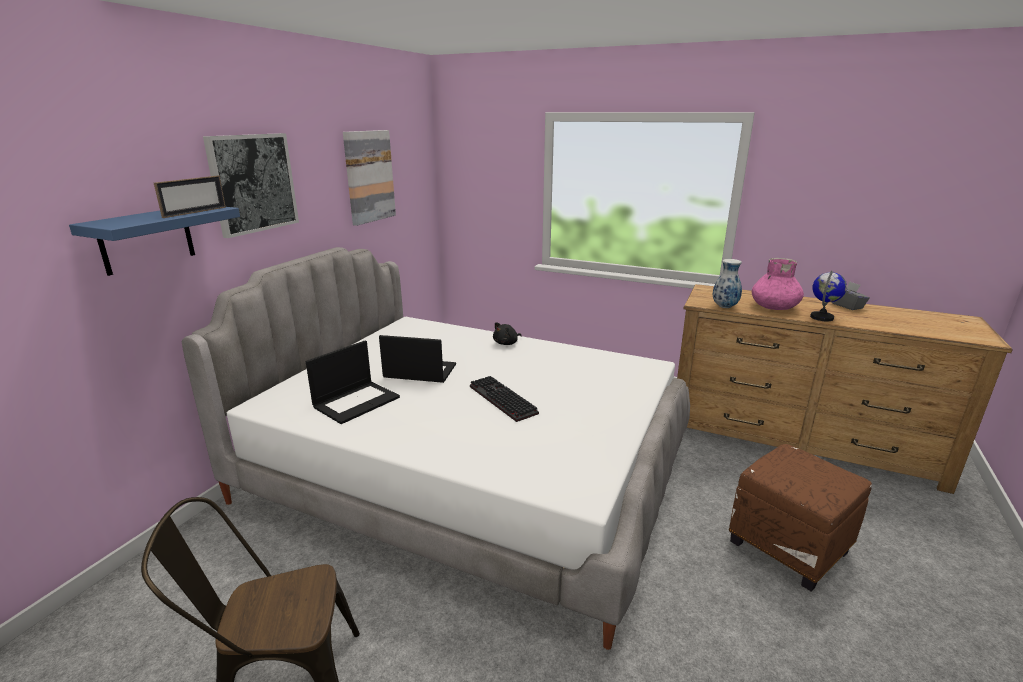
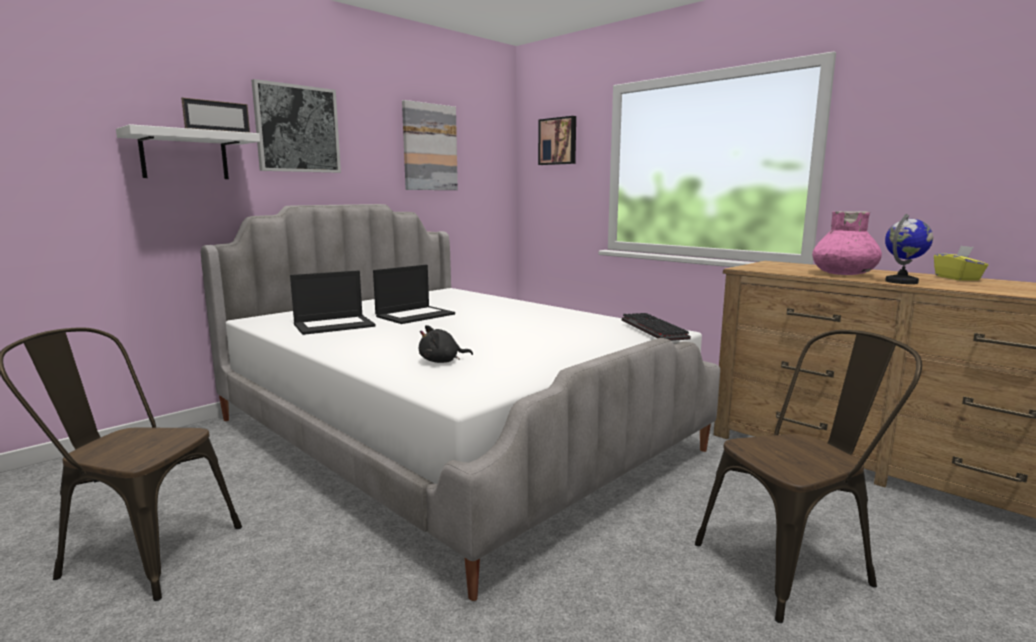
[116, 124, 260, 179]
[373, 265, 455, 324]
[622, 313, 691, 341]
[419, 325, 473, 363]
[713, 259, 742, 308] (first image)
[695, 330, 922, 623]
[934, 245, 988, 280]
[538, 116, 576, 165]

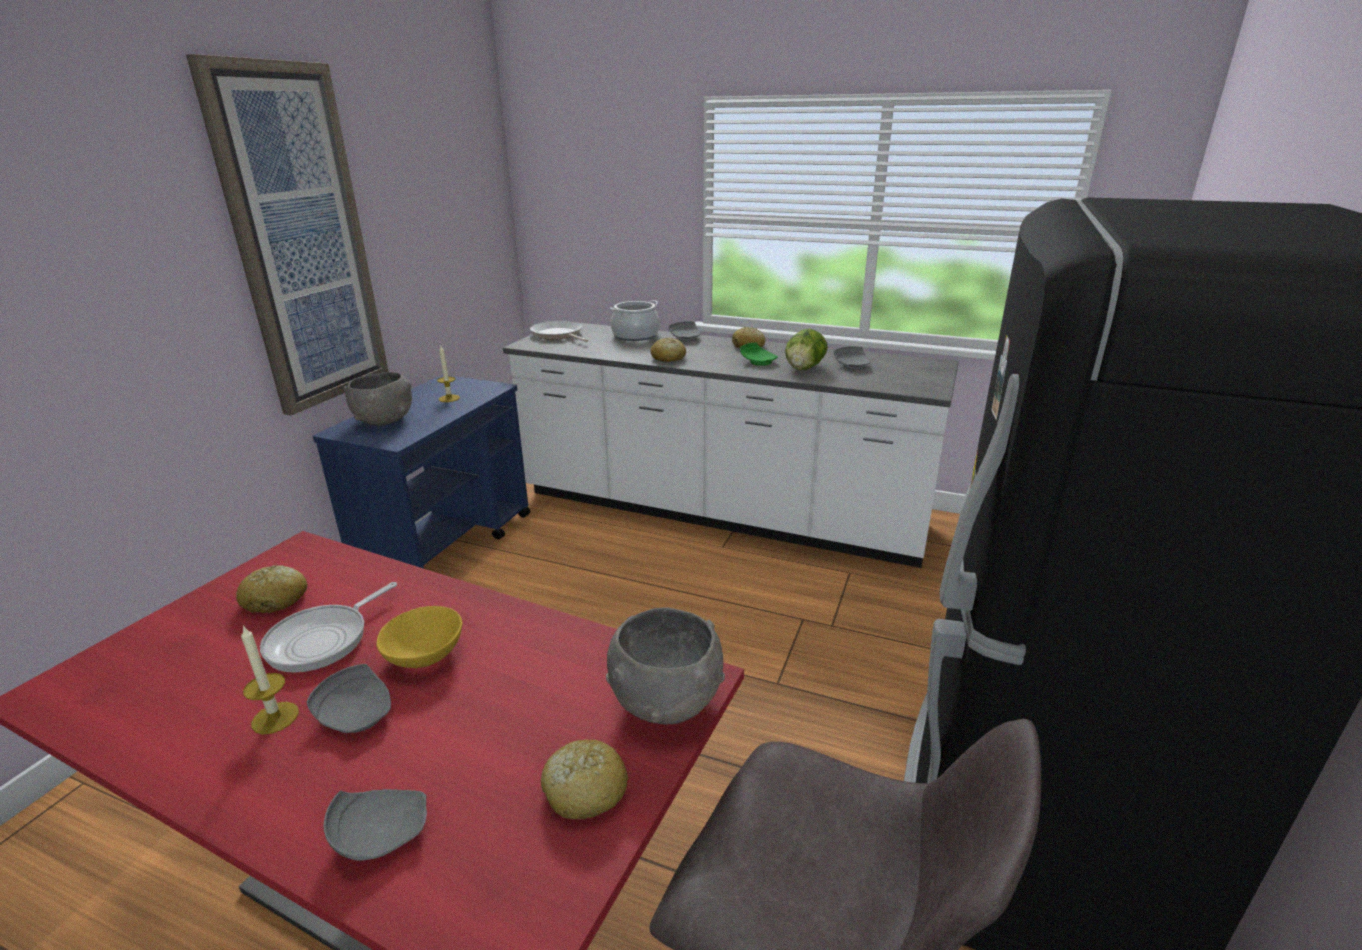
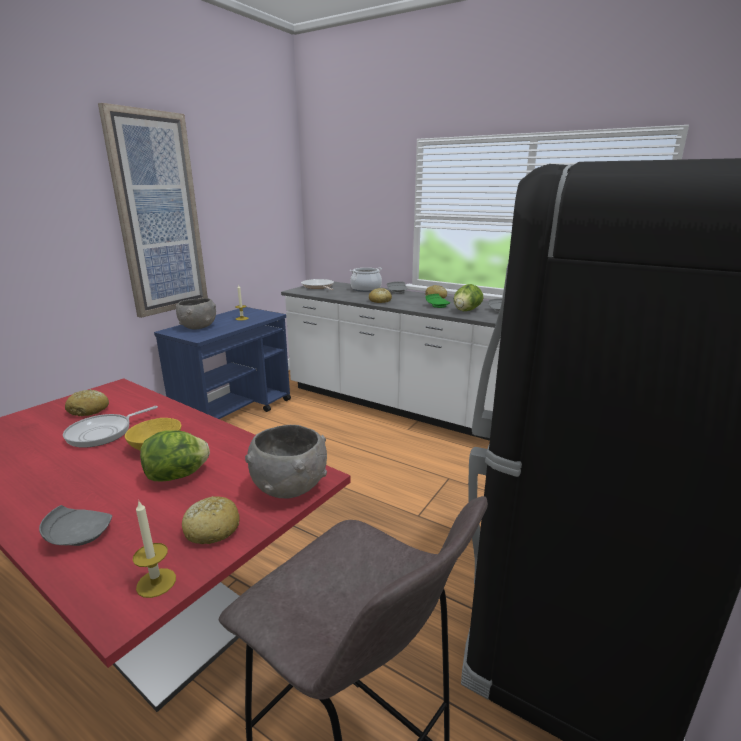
[133, 501, 176, 598]
[306, 664, 391, 733] (first image)
[140, 431, 210, 481]

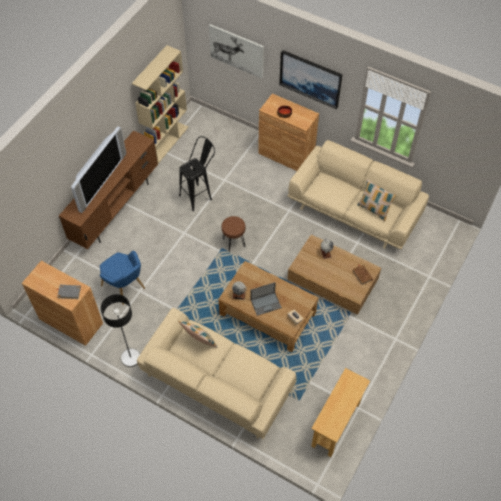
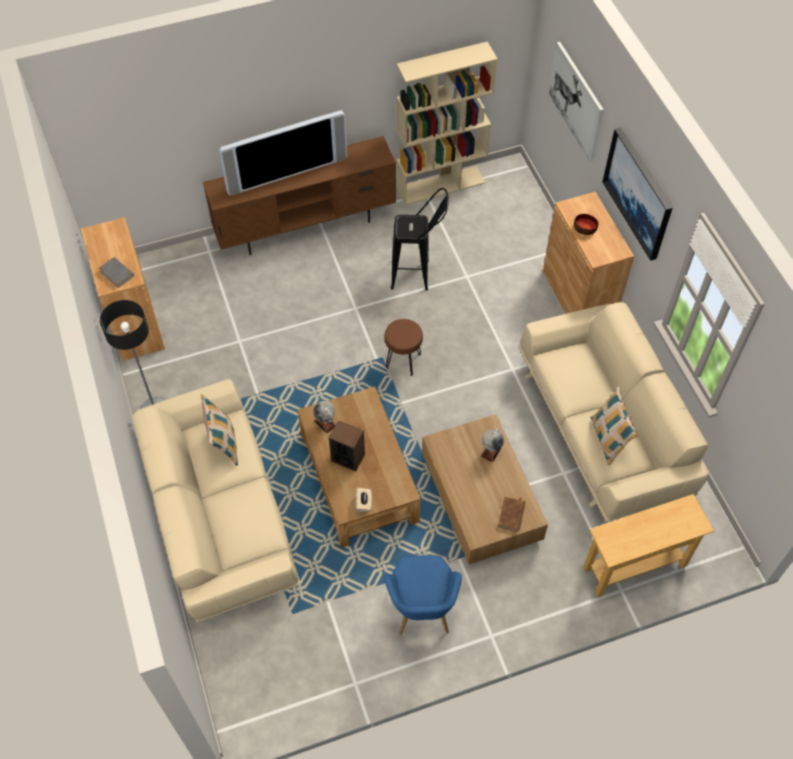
[385, 555, 462, 635]
[329, 420, 365, 472]
[583, 494, 714, 597]

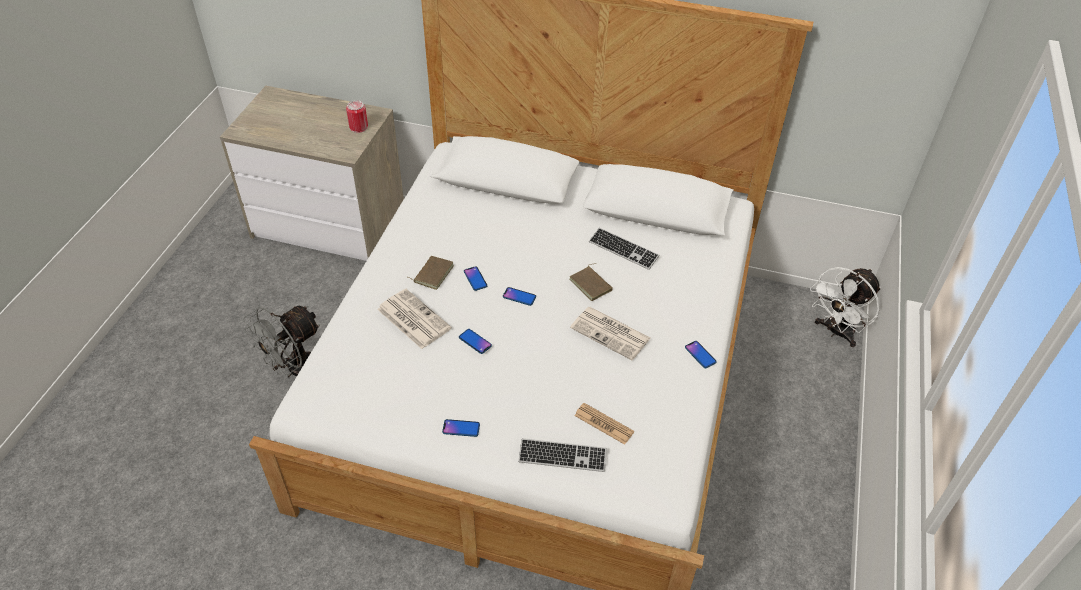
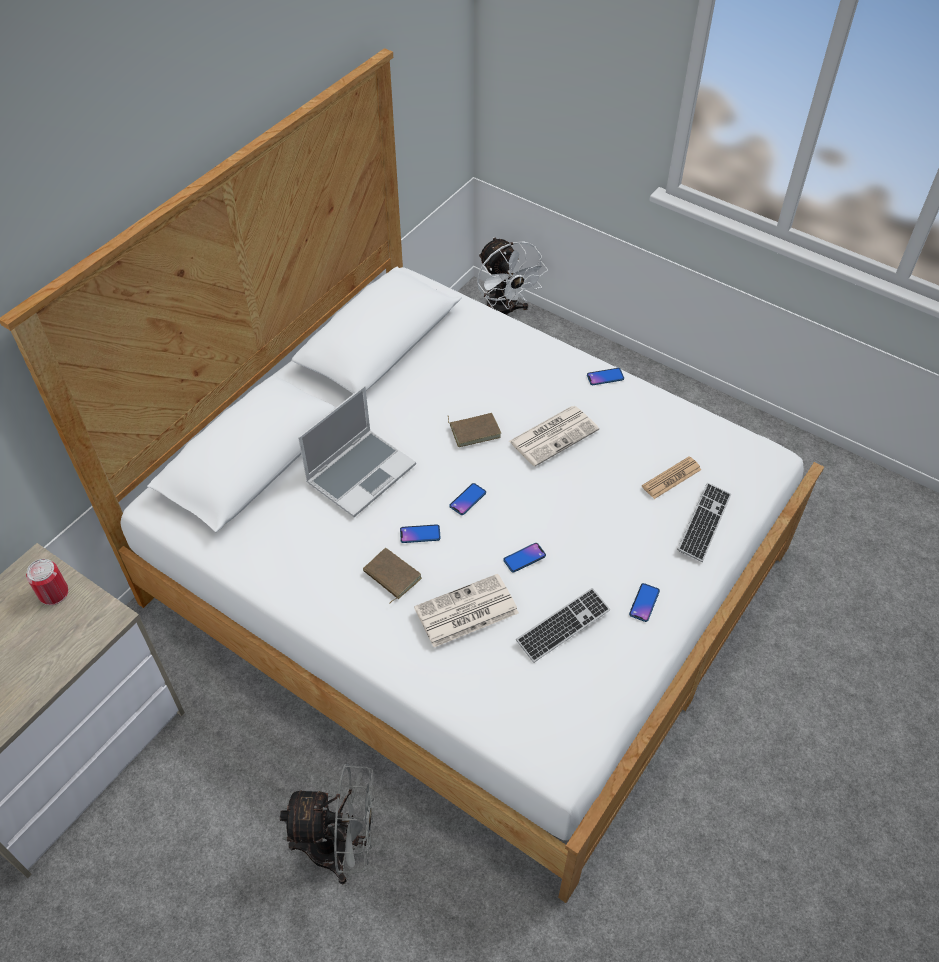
[280, 764, 375, 885]
[516, 588, 610, 663]
[298, 386, 416, 517]

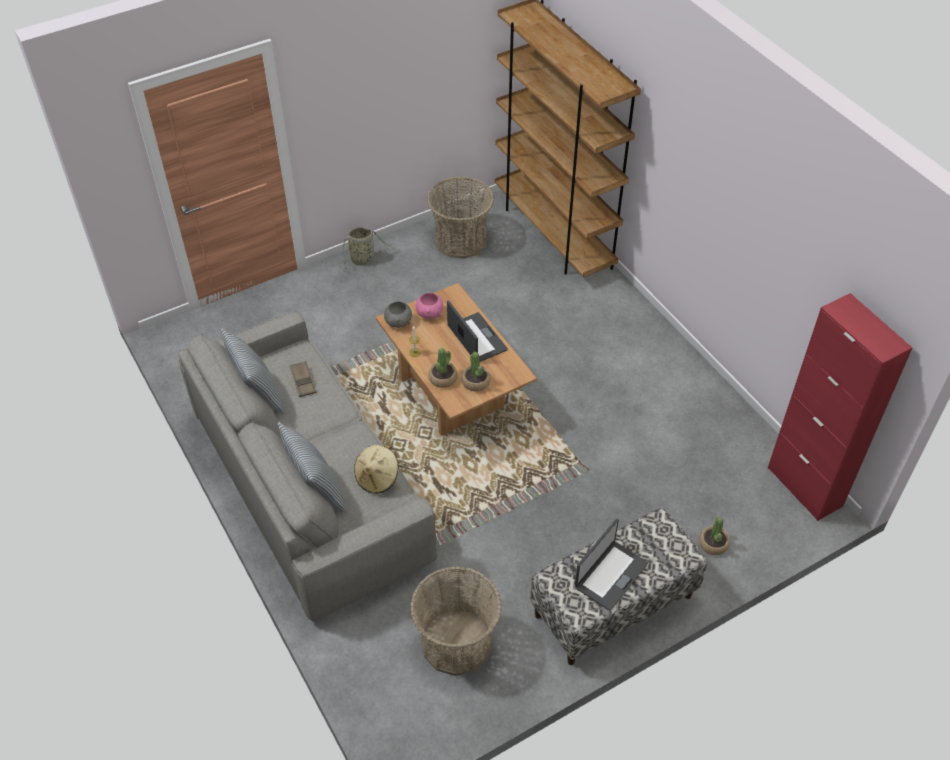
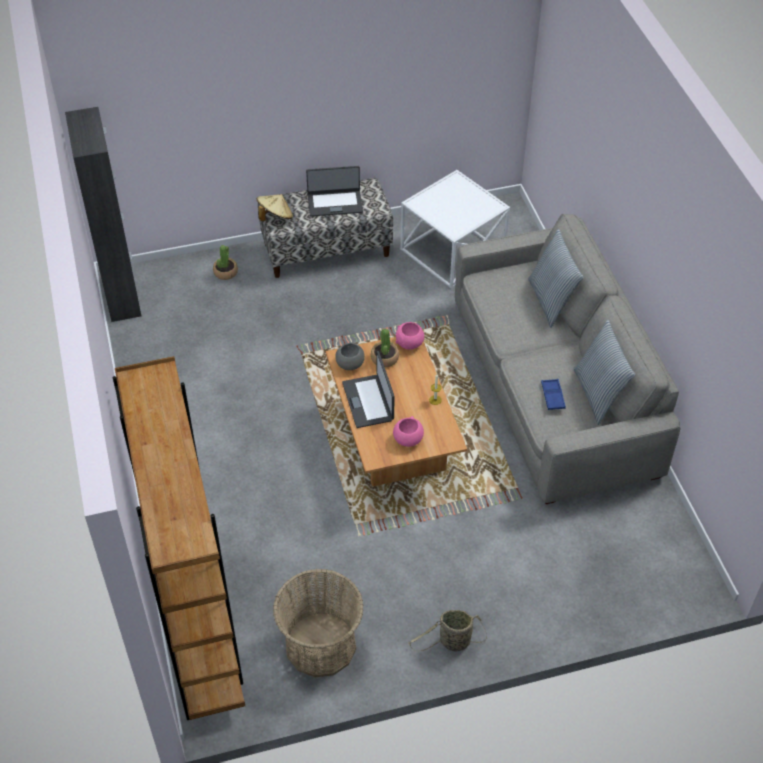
[541, 379, 566, 410]
[257, 194, 293, 221]
[335, 341, 365, 370]
[400, 170, 510, 289]
[428, 348, 457, 388] (first image)
[306, 166, 363, 217]
[65, 107, 141, 322]
[396, 322, 424, 350]

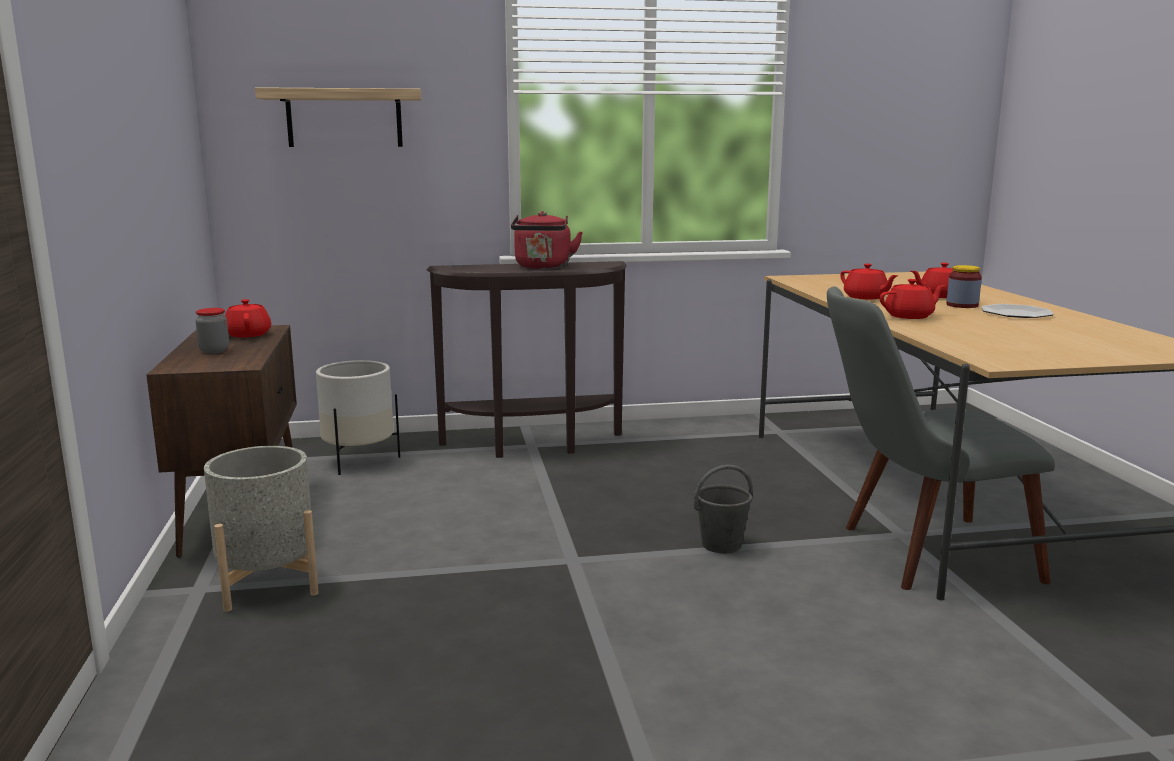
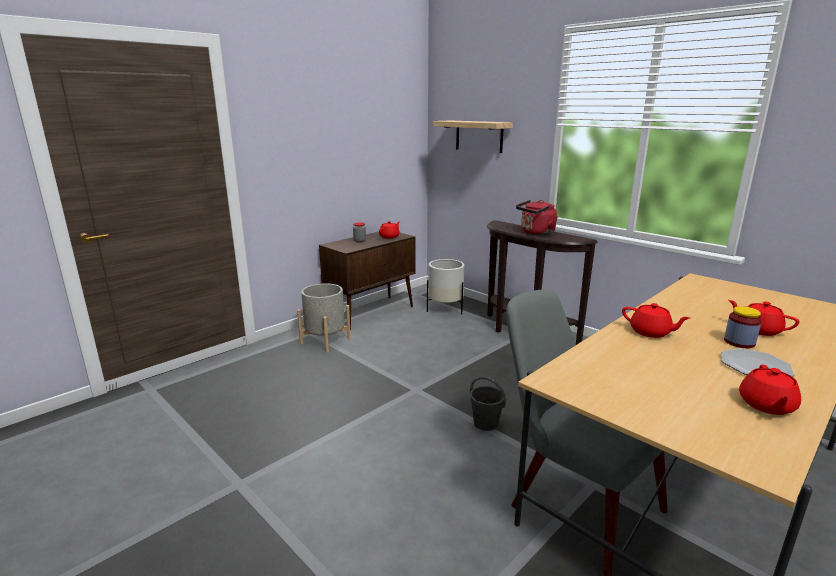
[739, 365, 801, 415]

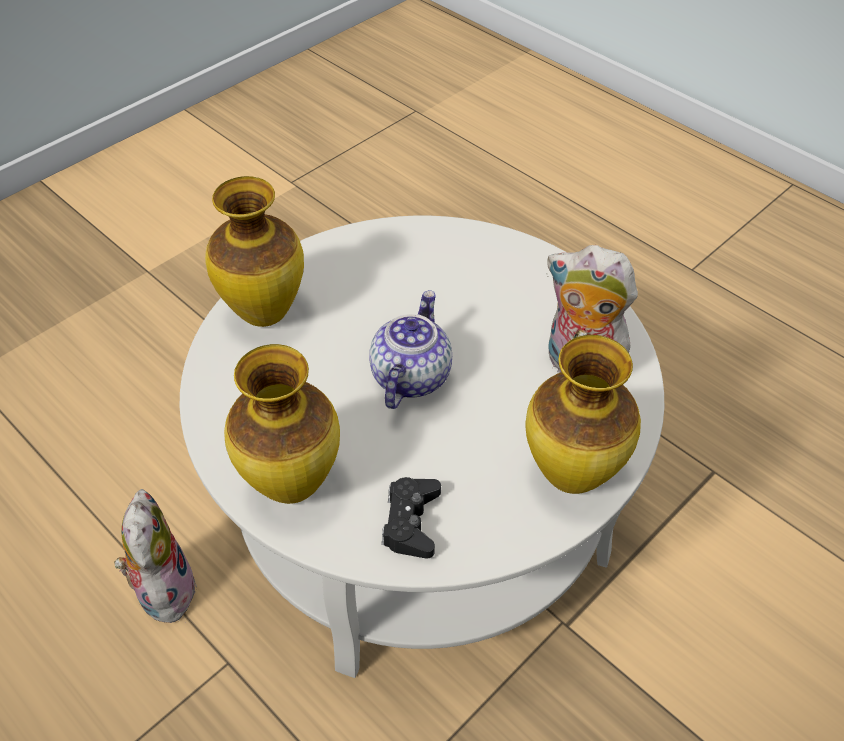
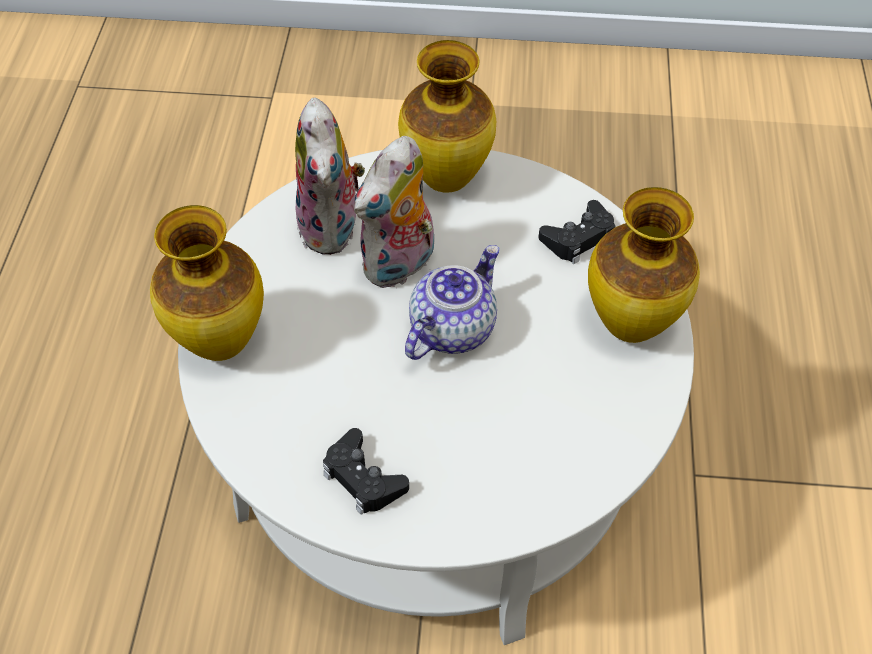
[354, 136, 434, 288]
[150, 205, 264, 361]
[405, 245, 499, 360]
[323, 428, 409, 515]

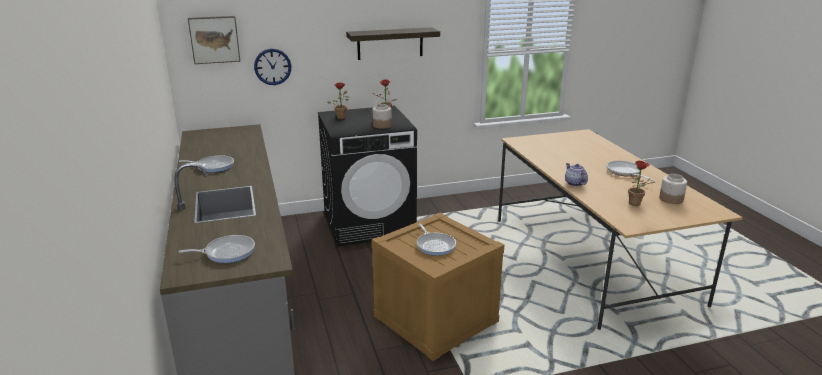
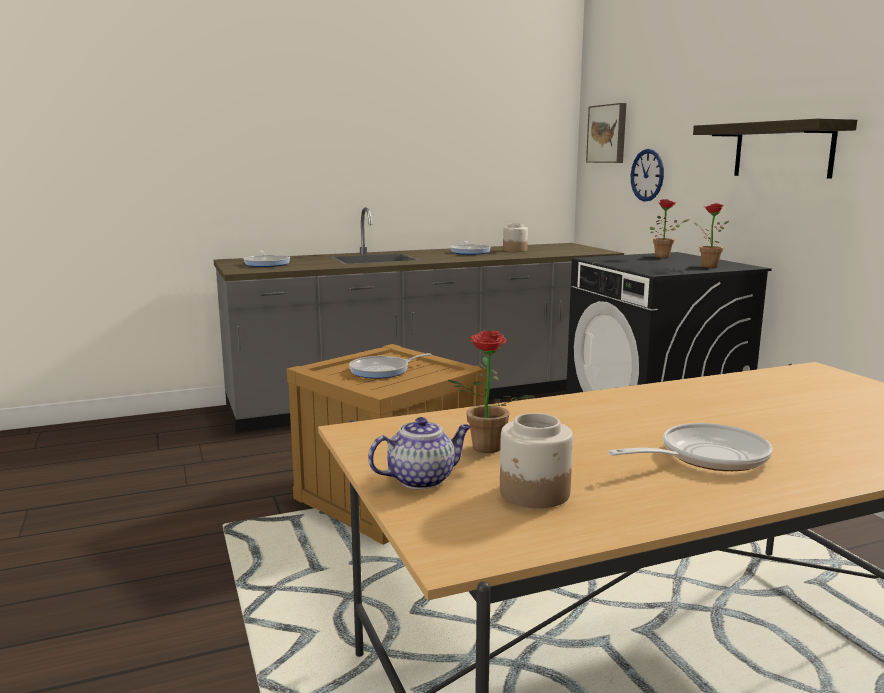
[503, 223, 528, 252]
[368, 417, 471, 489]

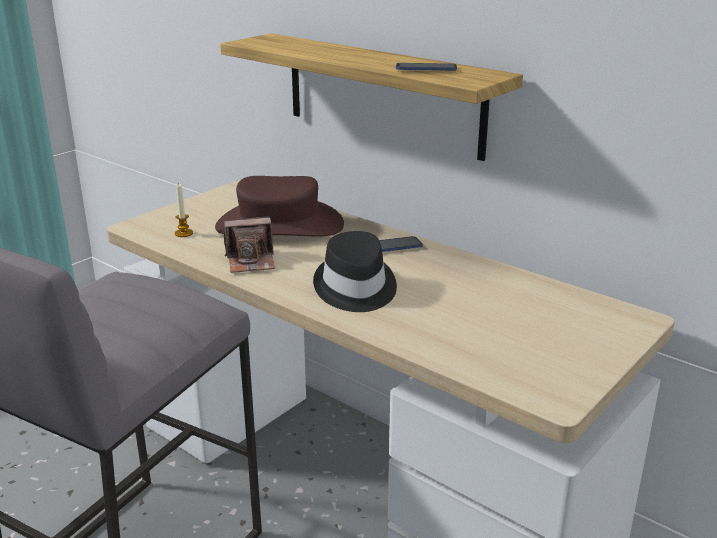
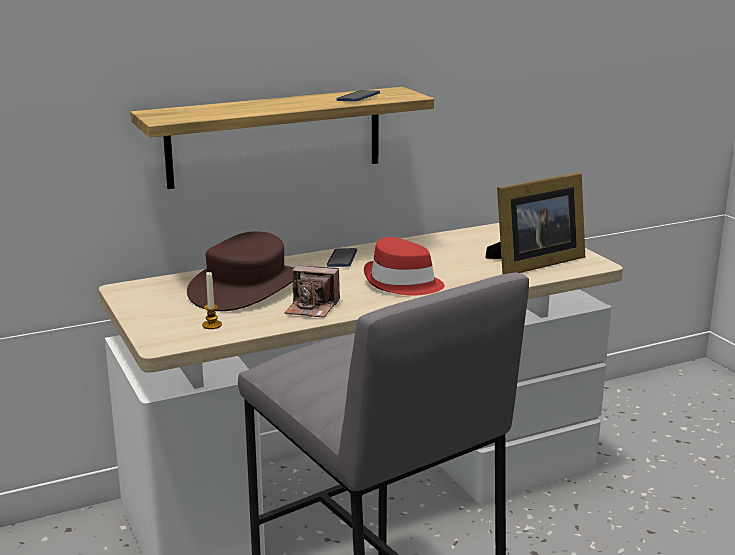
[284, 266, 340, 318]
[364, 237, 445, 295]
[485, 172, 585, 274]

